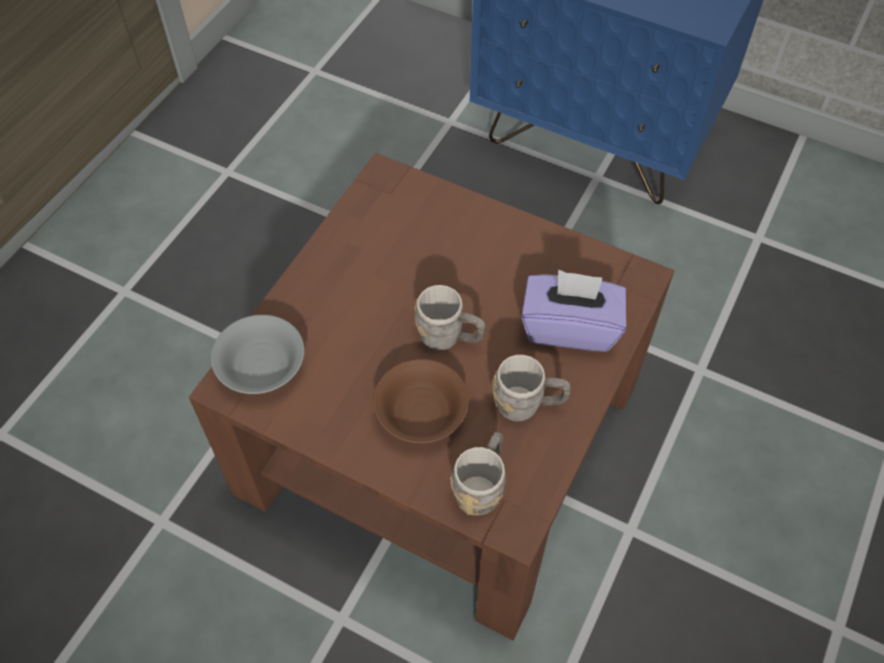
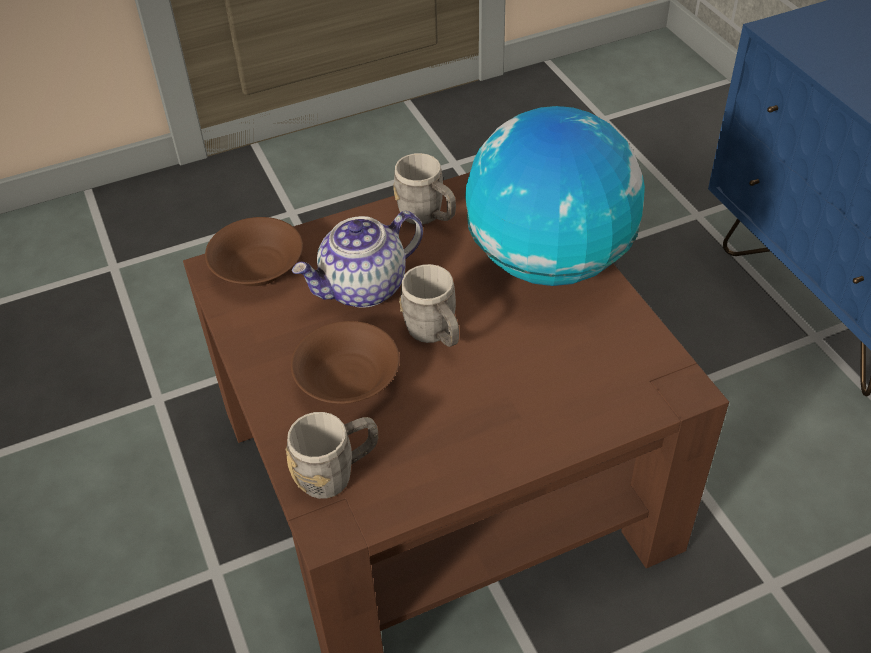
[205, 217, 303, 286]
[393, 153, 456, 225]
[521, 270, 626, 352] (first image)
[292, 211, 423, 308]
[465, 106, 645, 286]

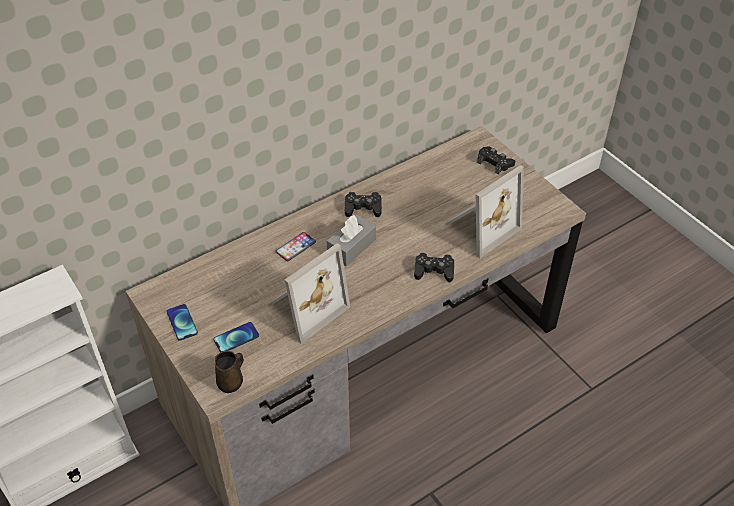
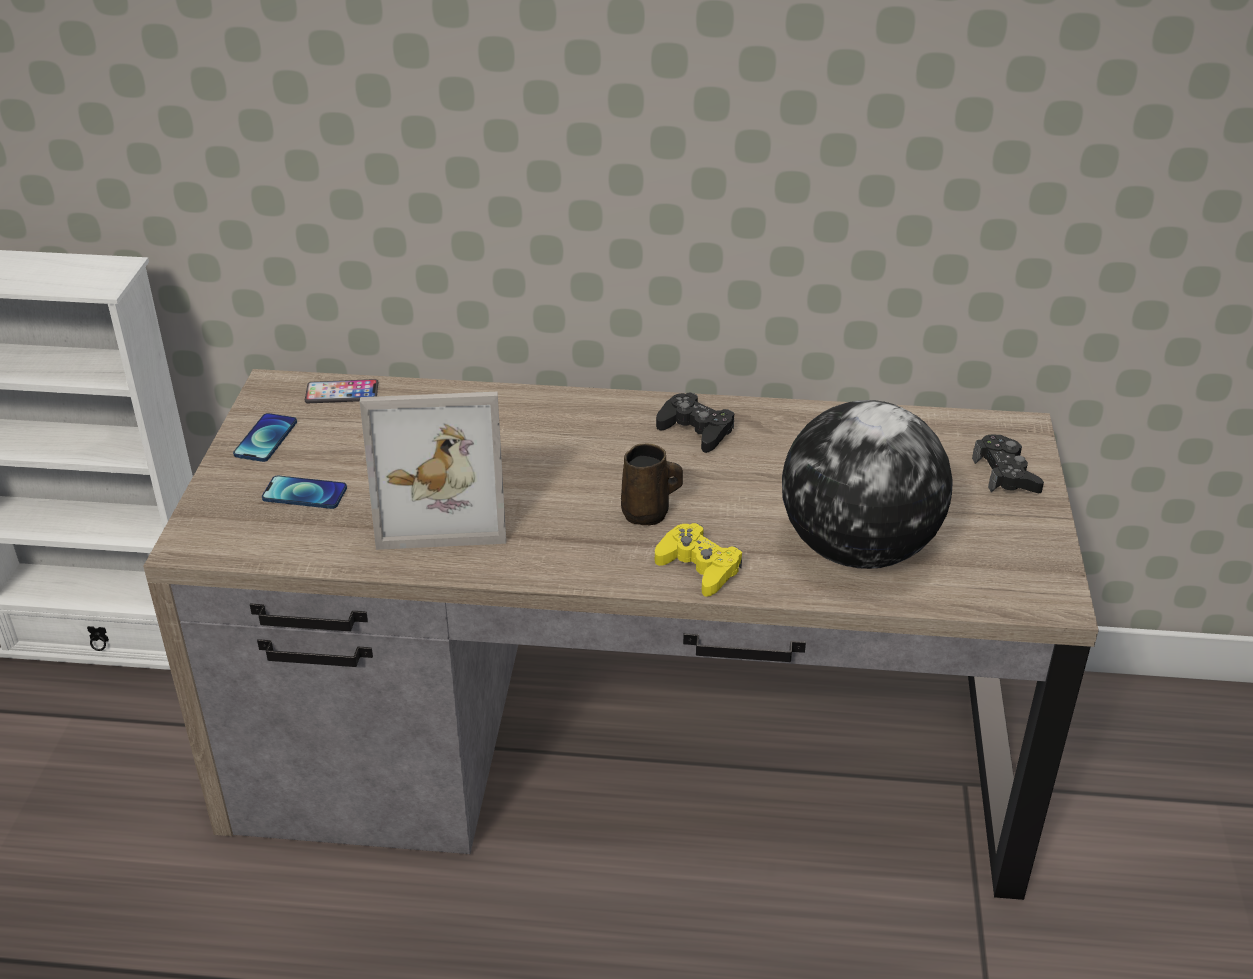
[621, 444, 683, 525]
[305, 379, 378, 403]
[327, 215, 376, 266] (first image)
[655, 523, 742, 597]
[782, 400, 953, 569]

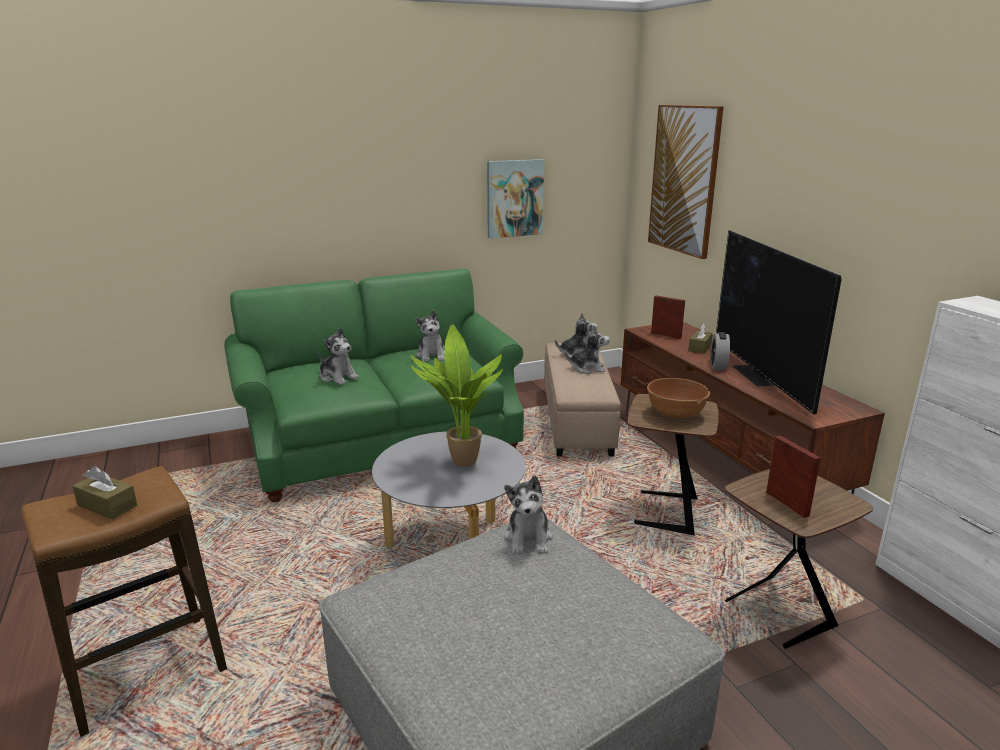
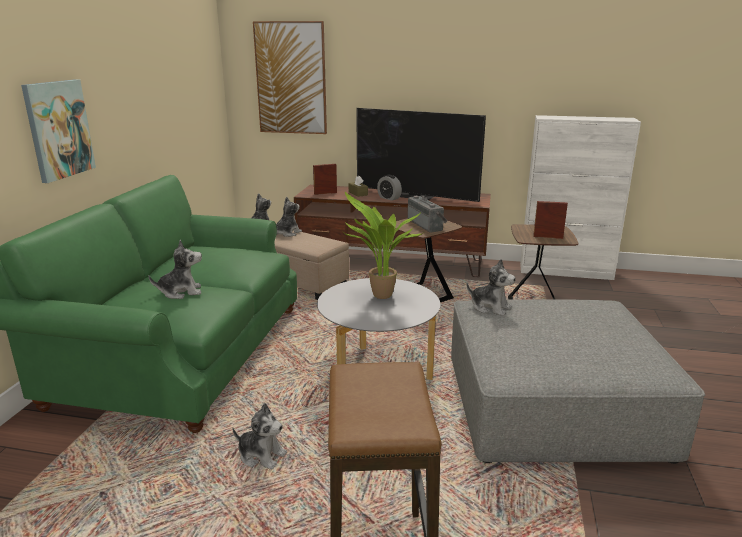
[72, 466, 137, 520] (first image)
[232, 403, 287, 469]
[21, 79, 96, 183]
[408, 196, 448, 233]

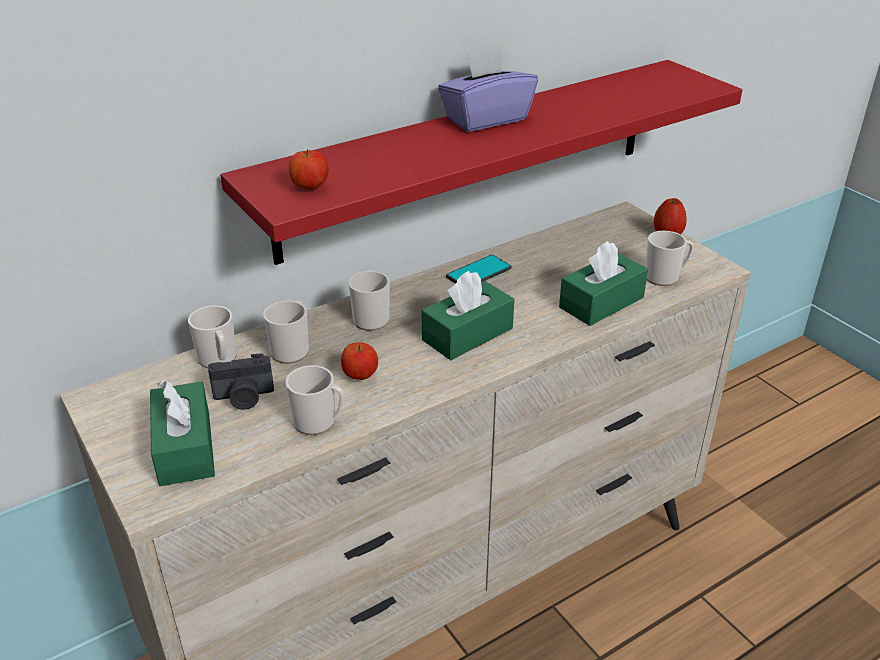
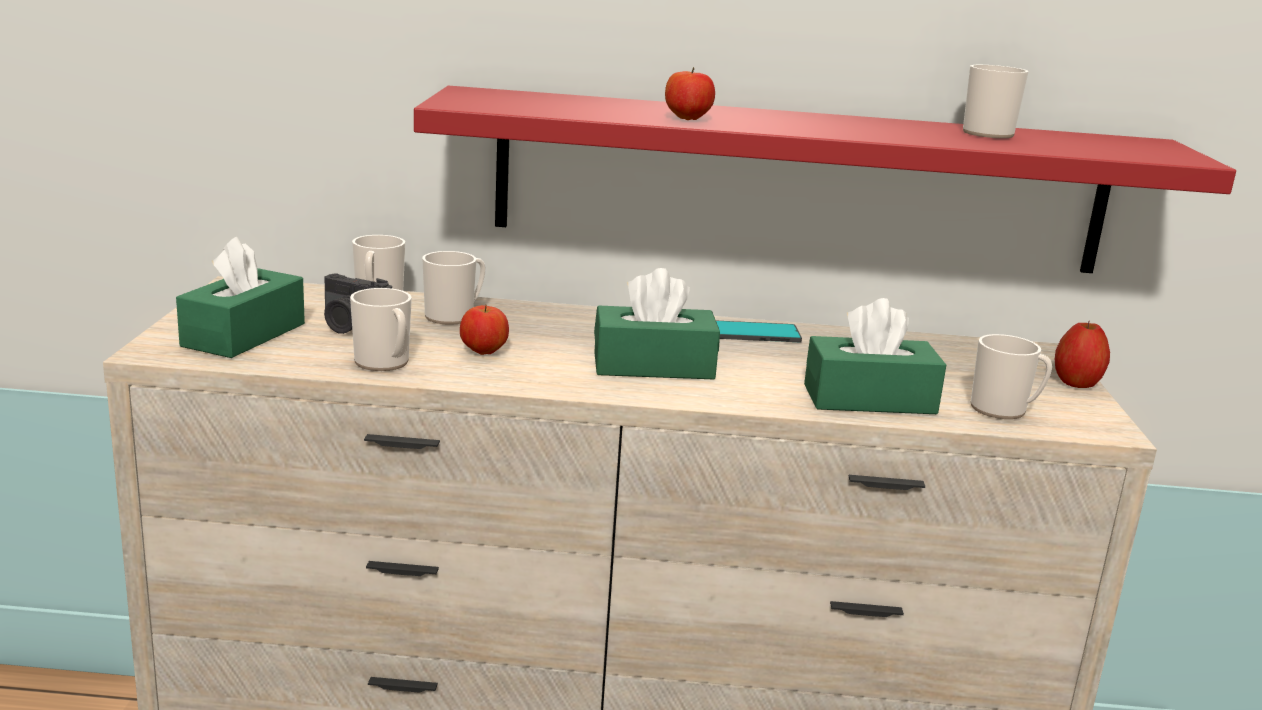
[665, 67, 715, 120]
[963, 65, 1029, 138]
[438, 48, 538, 132] (first image)

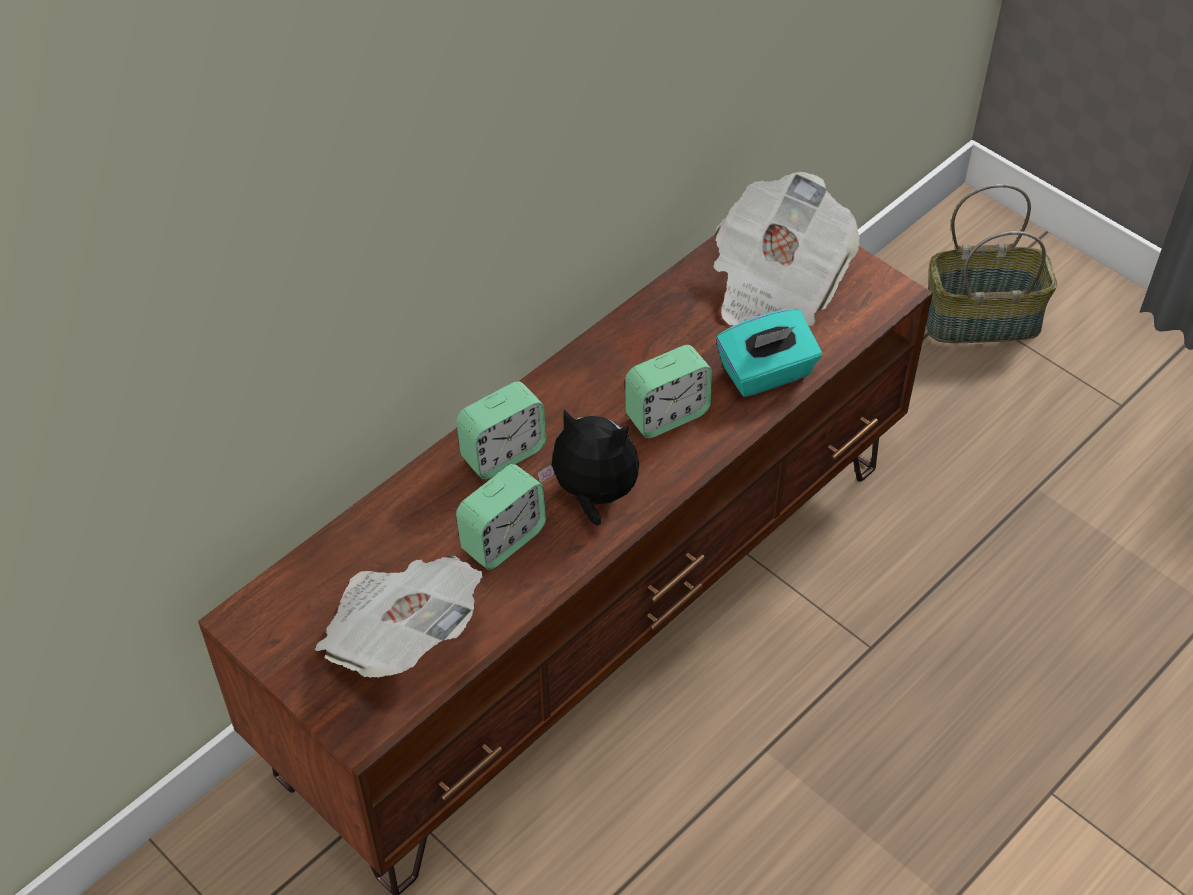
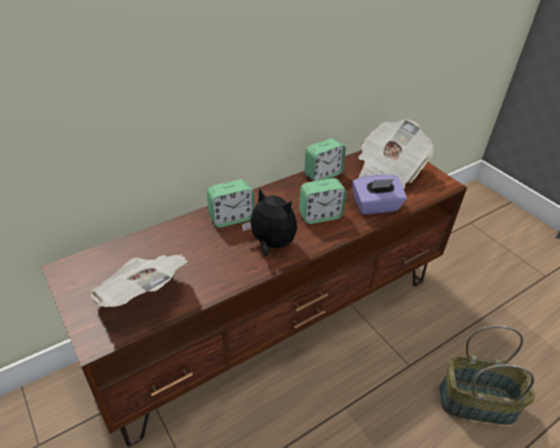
[304, 138, 346, 181]
[352, 175, 407, 215]
[439, 325, 535, 425]

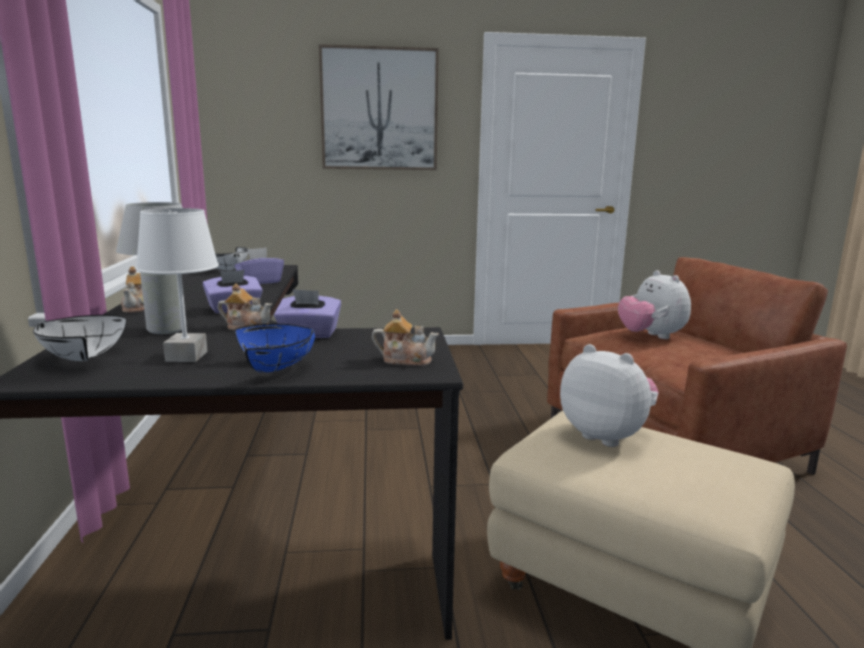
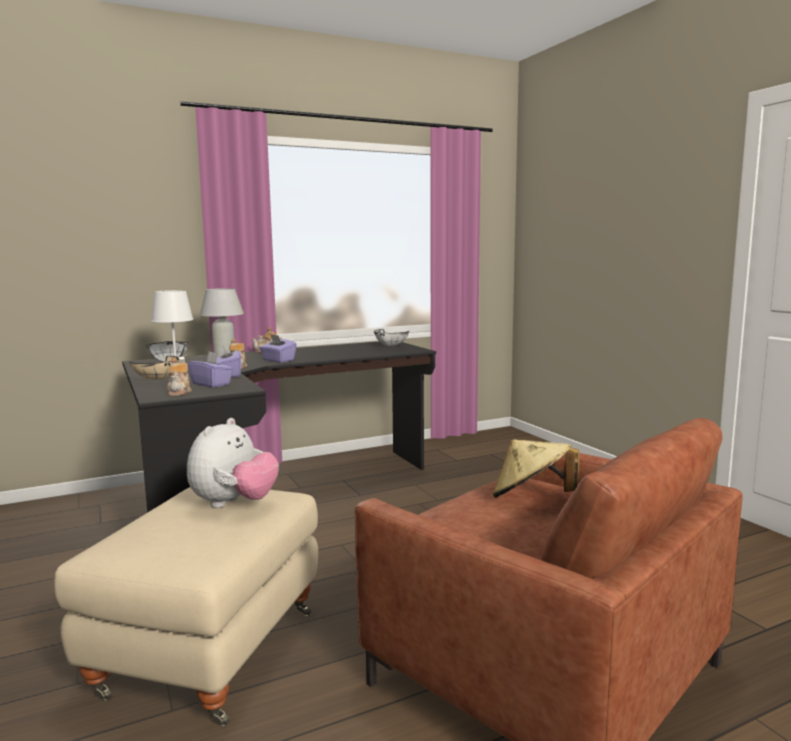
[129, 356, 179, 380]
[188, 352, 233, 388]
[319, 44, 439, 170] (first image)
[493, 439, 579, 498]

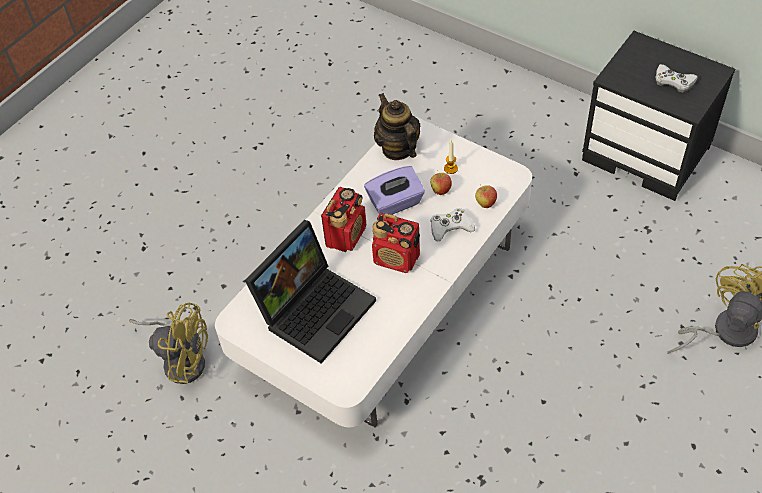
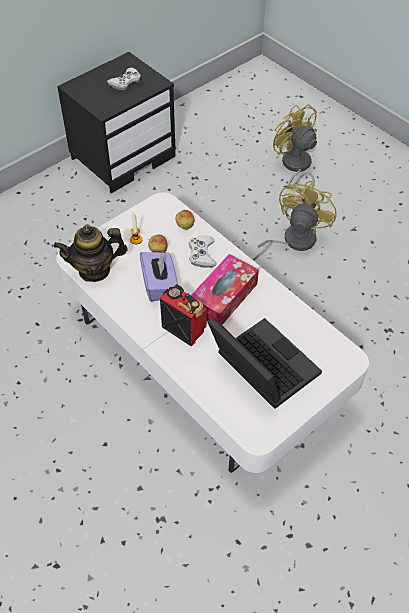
[253, 181, 337, 261]
[191, 254, 259, 325]

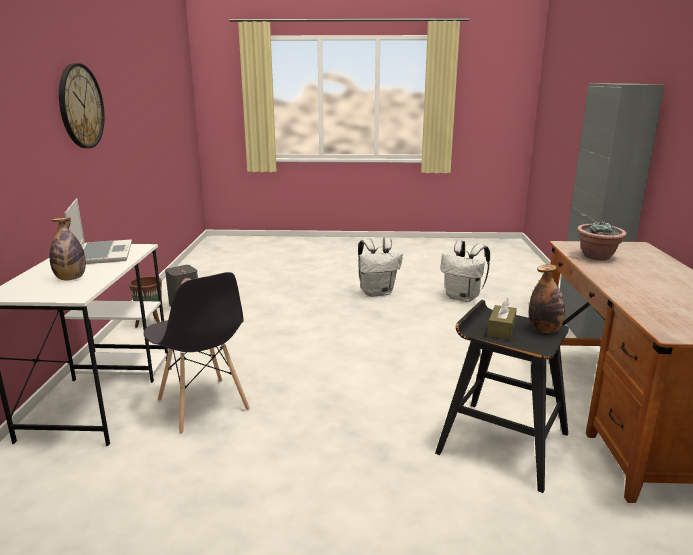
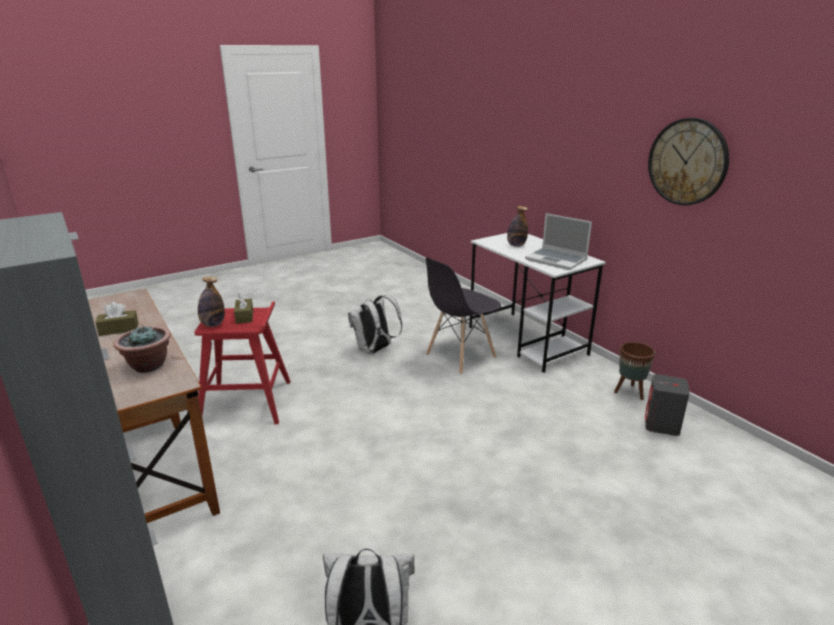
[426, 258, 501, 374]
[348, 295, 402, 354]
[194, 302, 291, 424]
[95, 302, 138, 336]

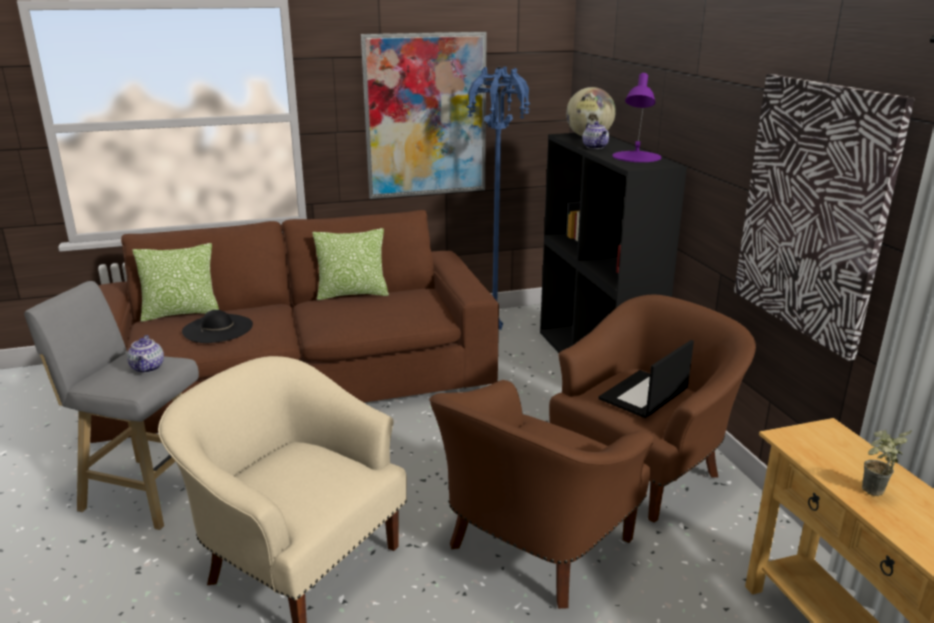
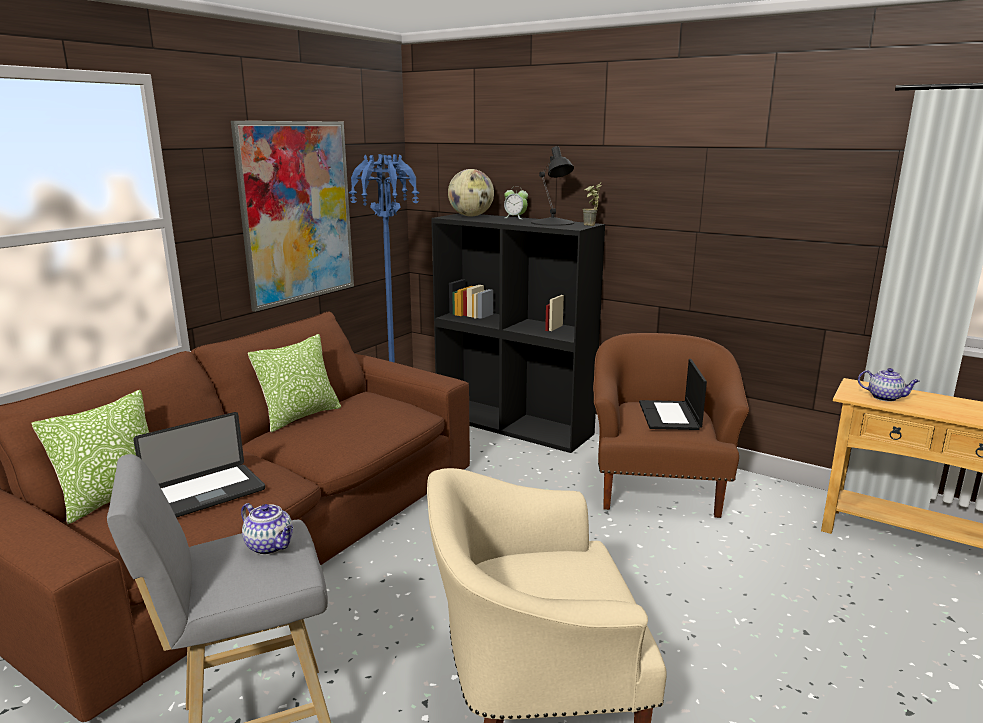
[133, 412, 265, 518]
[429, 380, 654, 609] (first image)
[858, 368, 919, 402]
[531, 146, 574, 226]
[734, 74, 914, 361] (first image)
[583, 182, 602, 226]
[504, 186, 528, 219]

